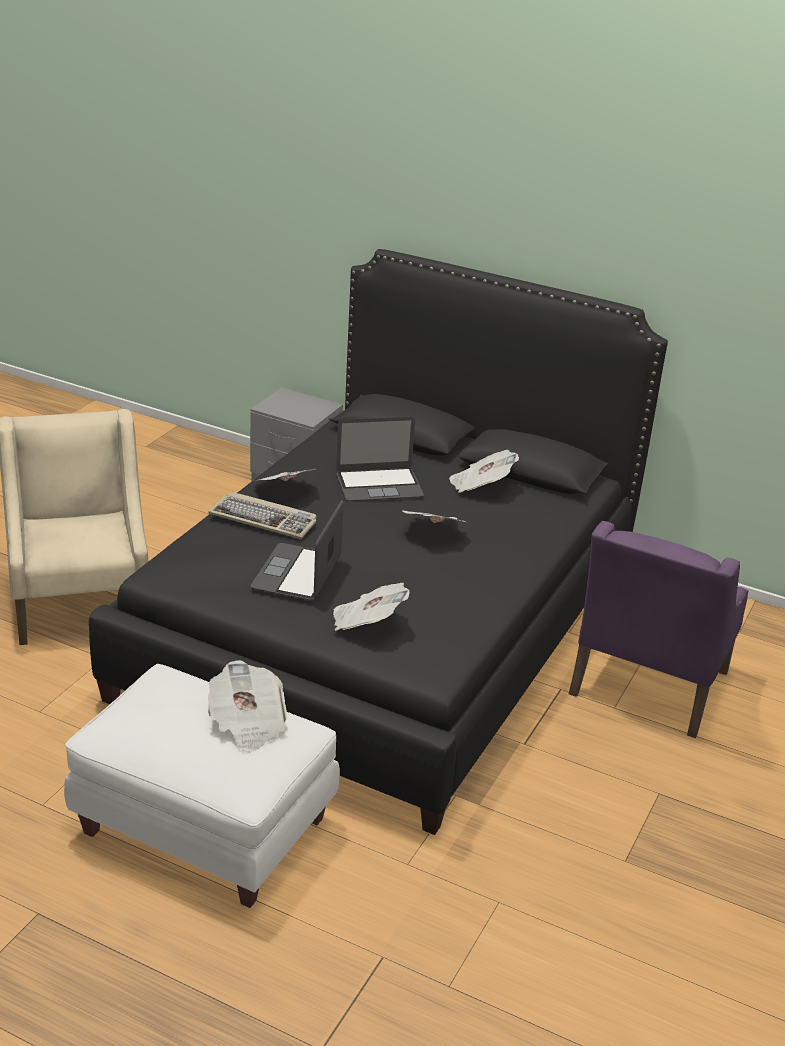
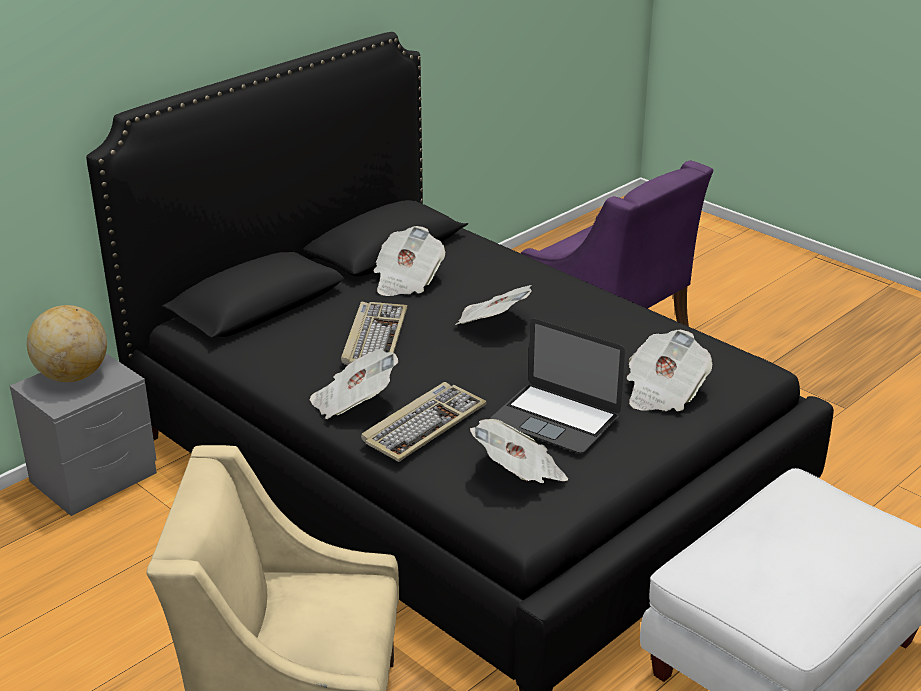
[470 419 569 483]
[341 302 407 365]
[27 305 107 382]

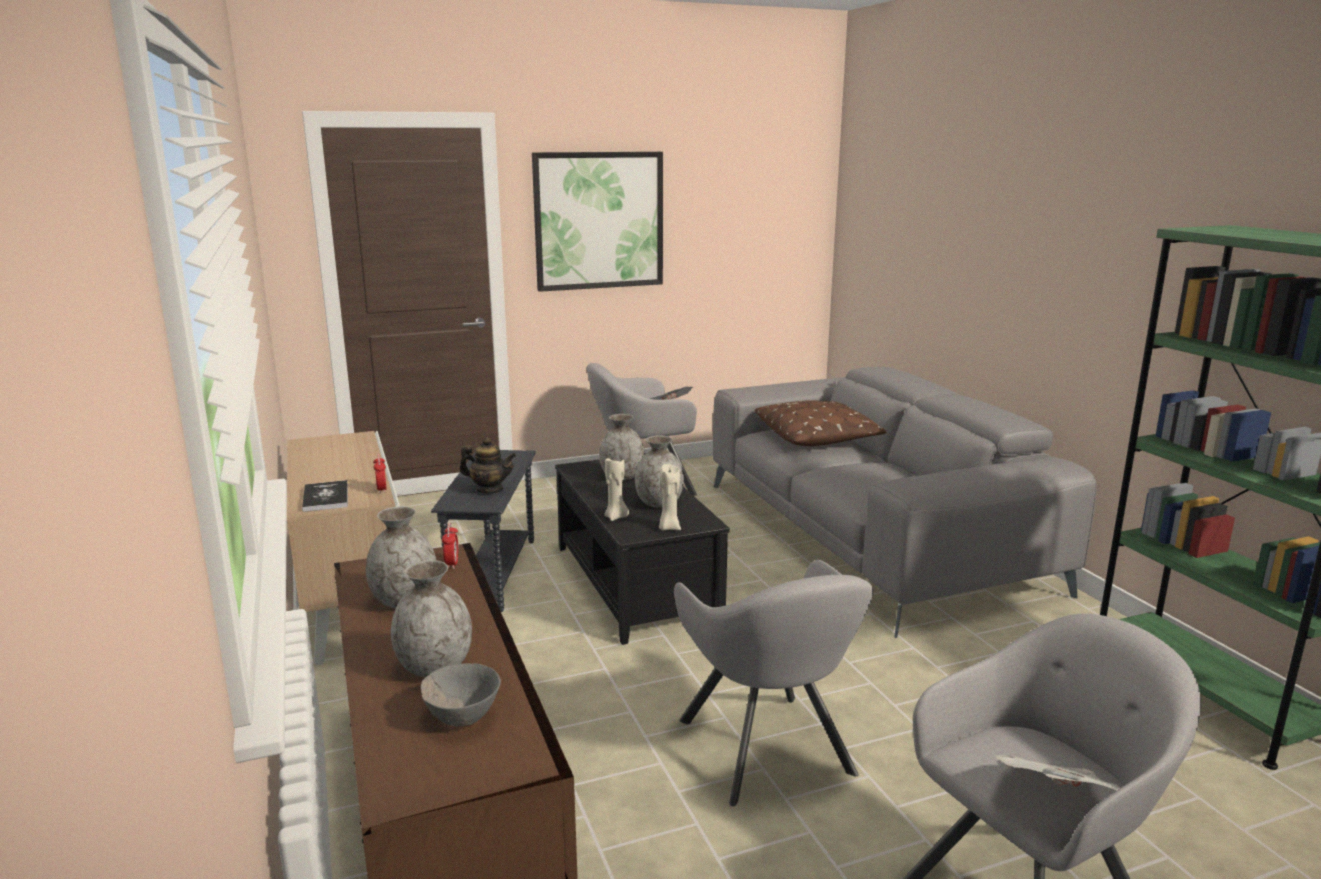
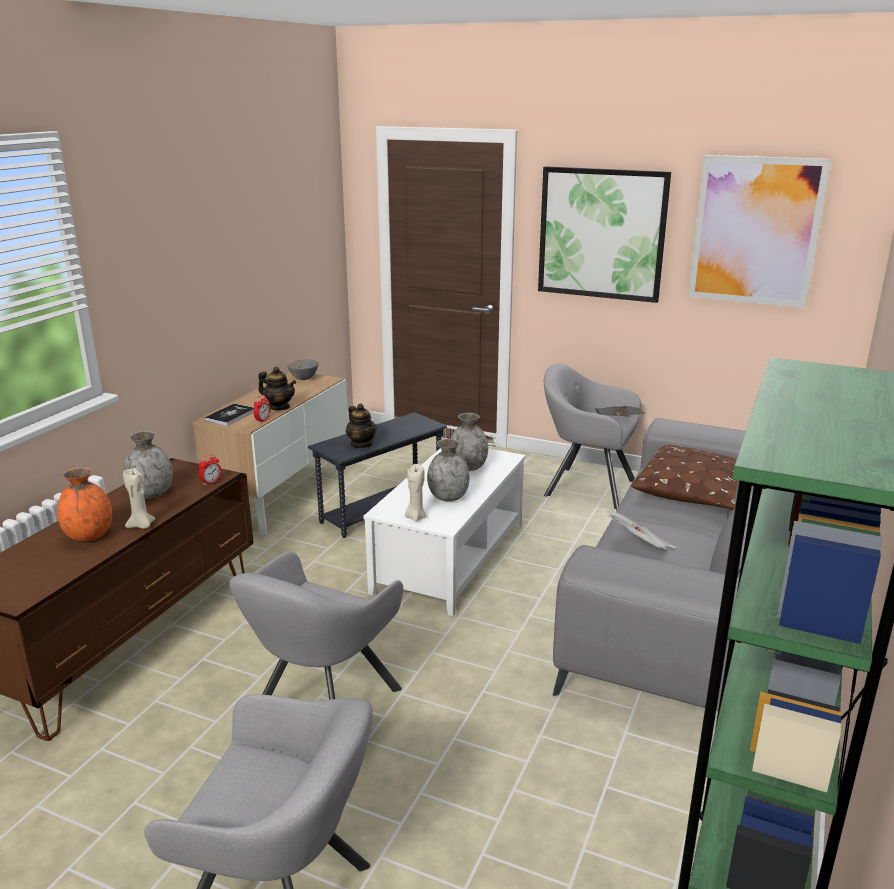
[57 467 112 542]
[287 359 319 380]
[363 448 526 616]
[123 468 156 529]
[606 511 676 549]
[258 367 296 410]
[688 155 831 308]

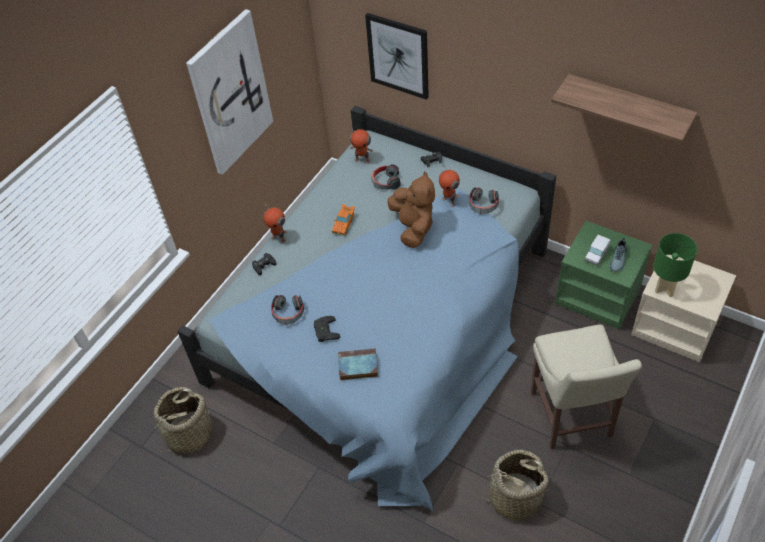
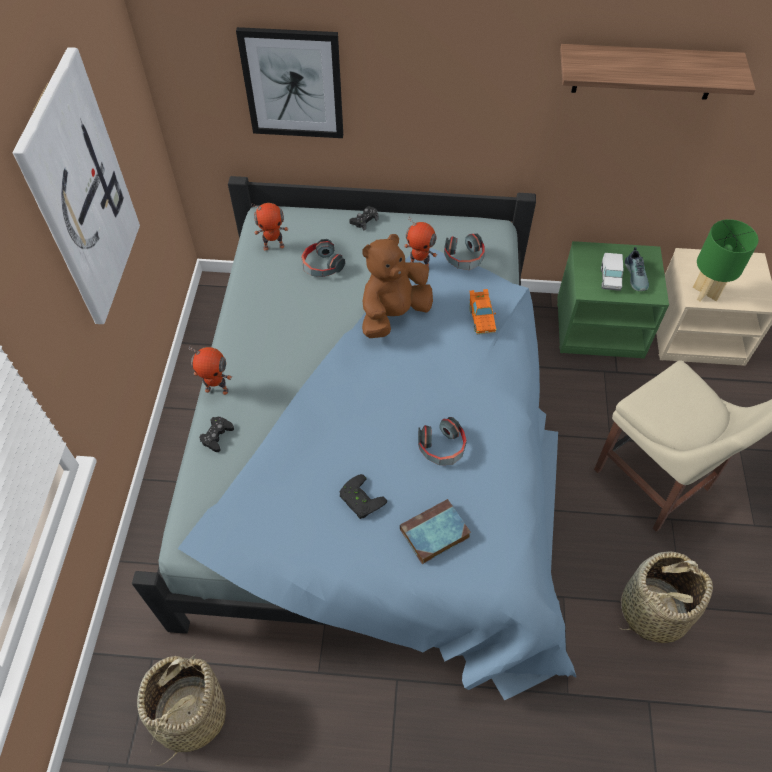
[418 417 467 465]
[469 289 497 335]
[362 234 433 338]

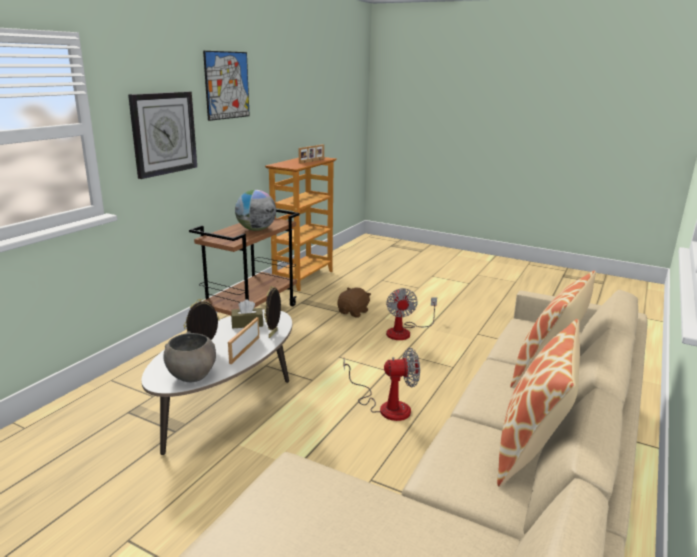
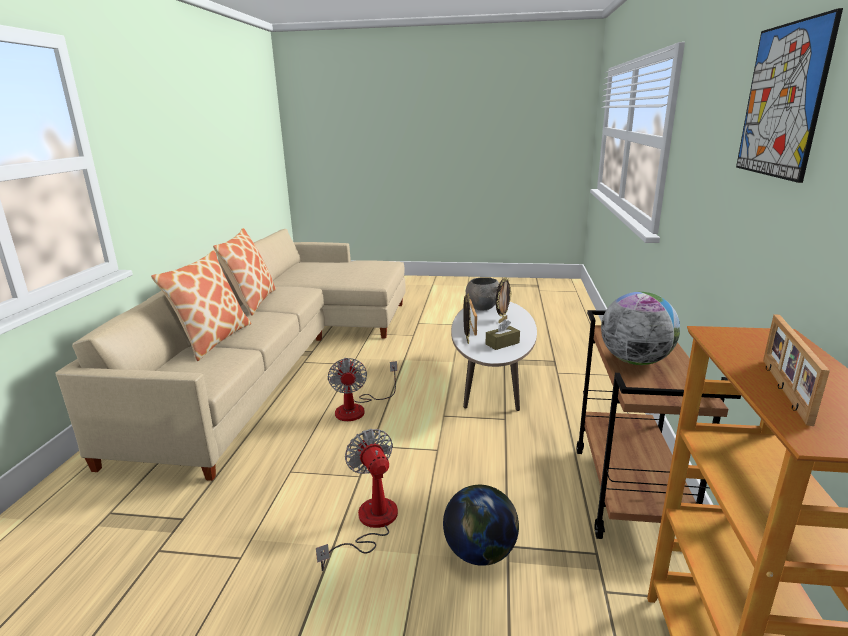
[128 92 197 179] (first image)
[443 485 519 566]
[328 358 397 421]

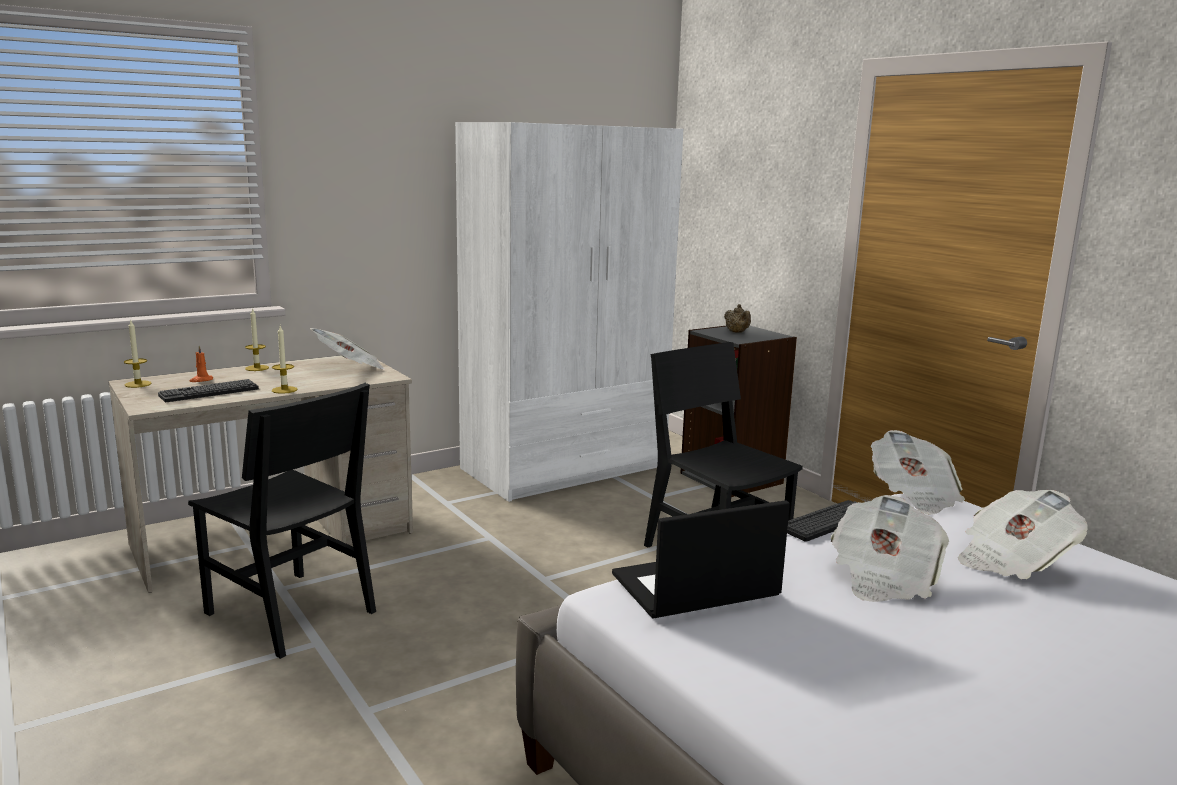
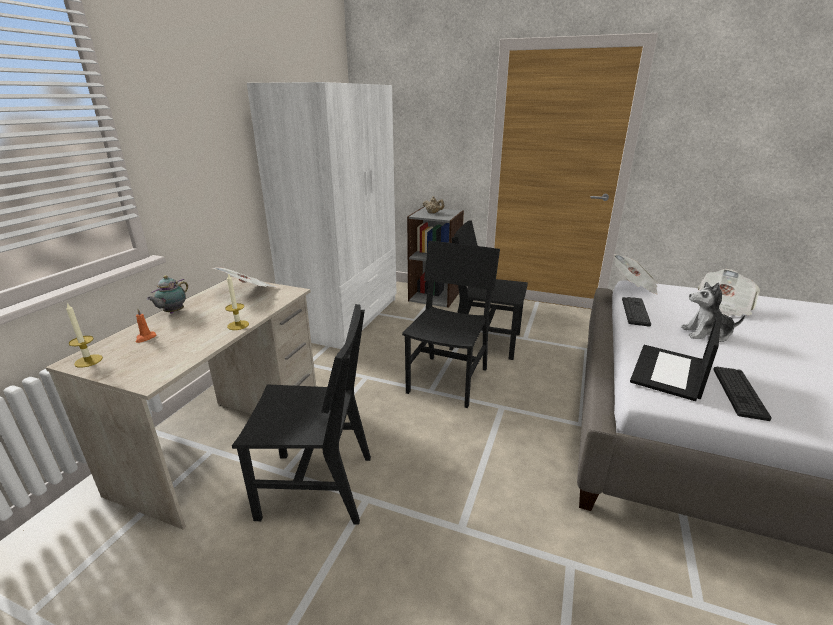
[713 366 772 421]
[147 275 188 314]
[681 282 745 342]
[402 241 500 408]

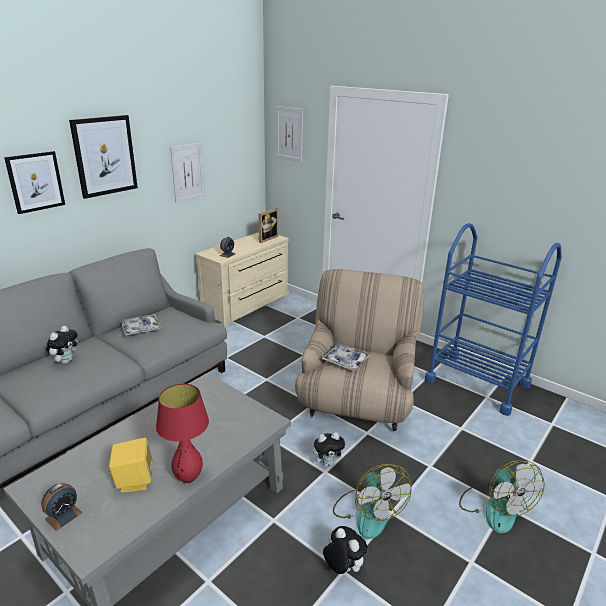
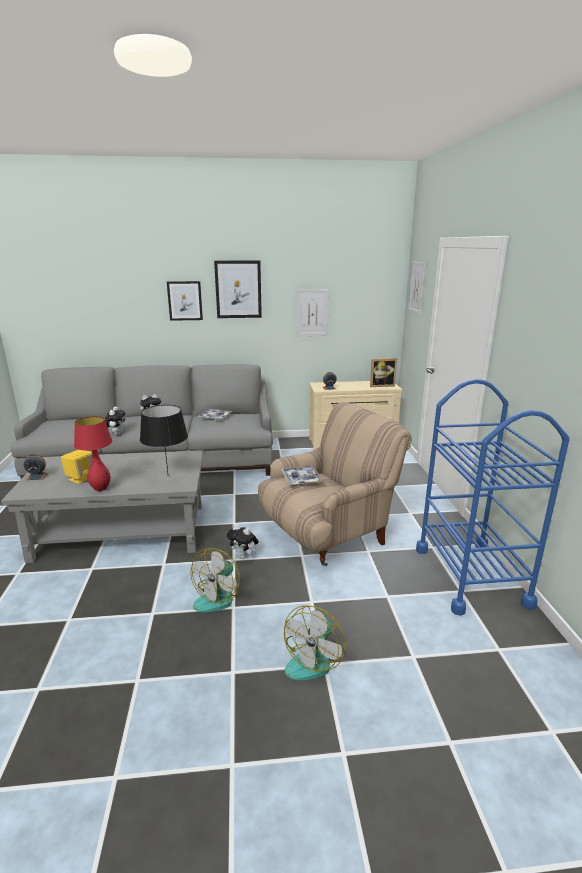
[105 407 125 435]
[140 405 188 473]

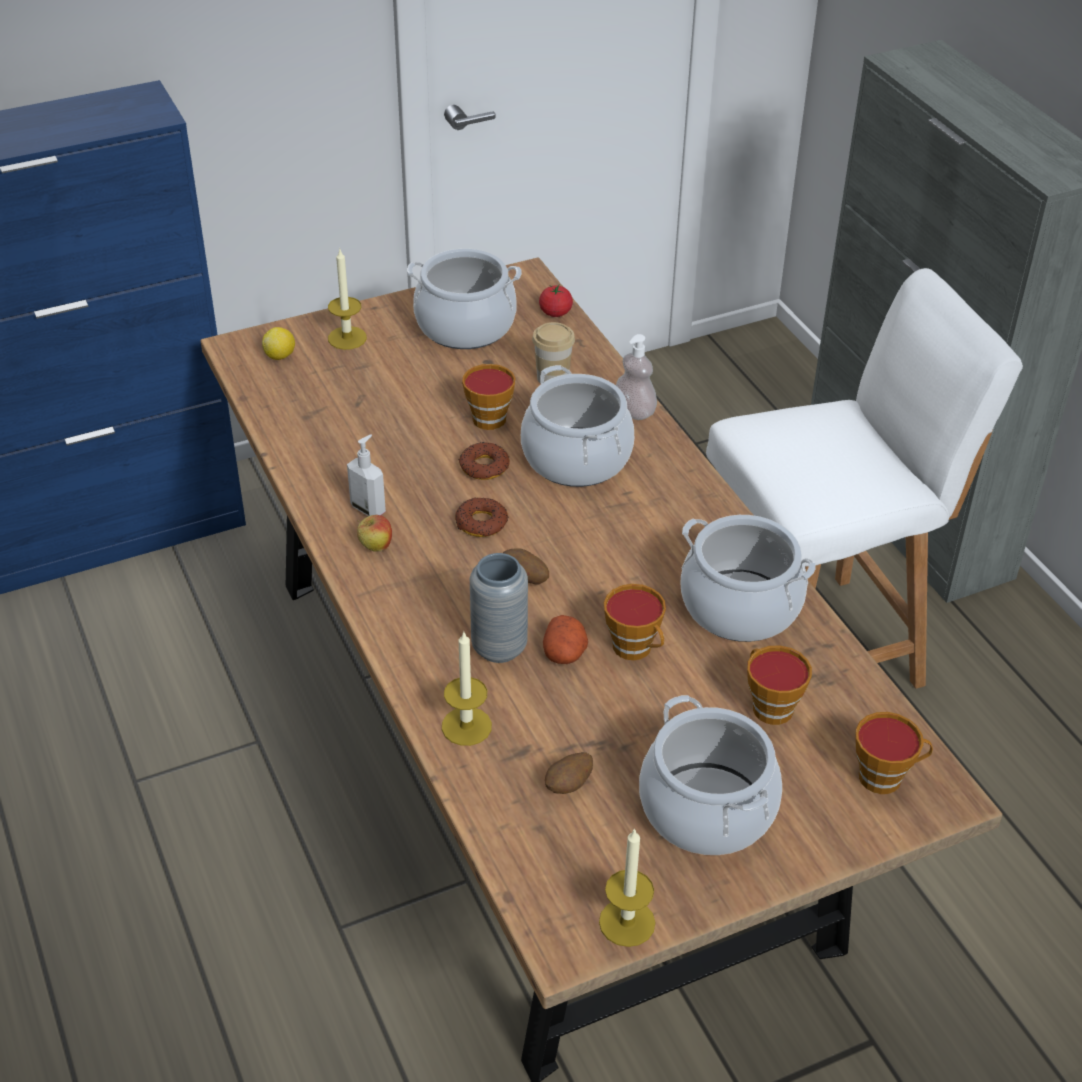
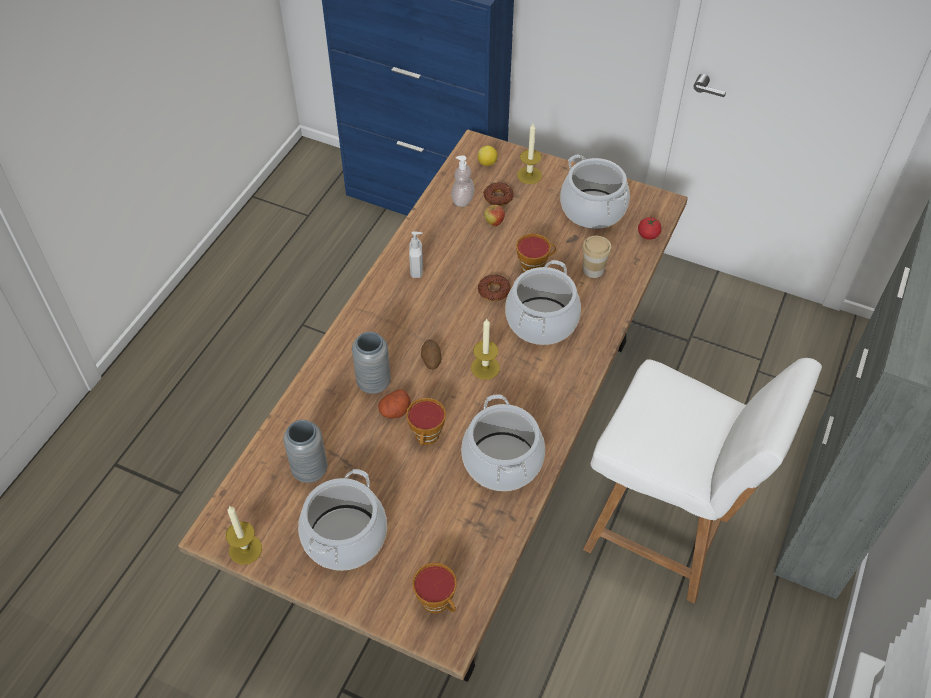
[484 203 505 227]
[471 319 500 380]
[484 182 514 206]
[283 420 328 483]
[451 155 474 207]
[747 646 812 725] (first image)

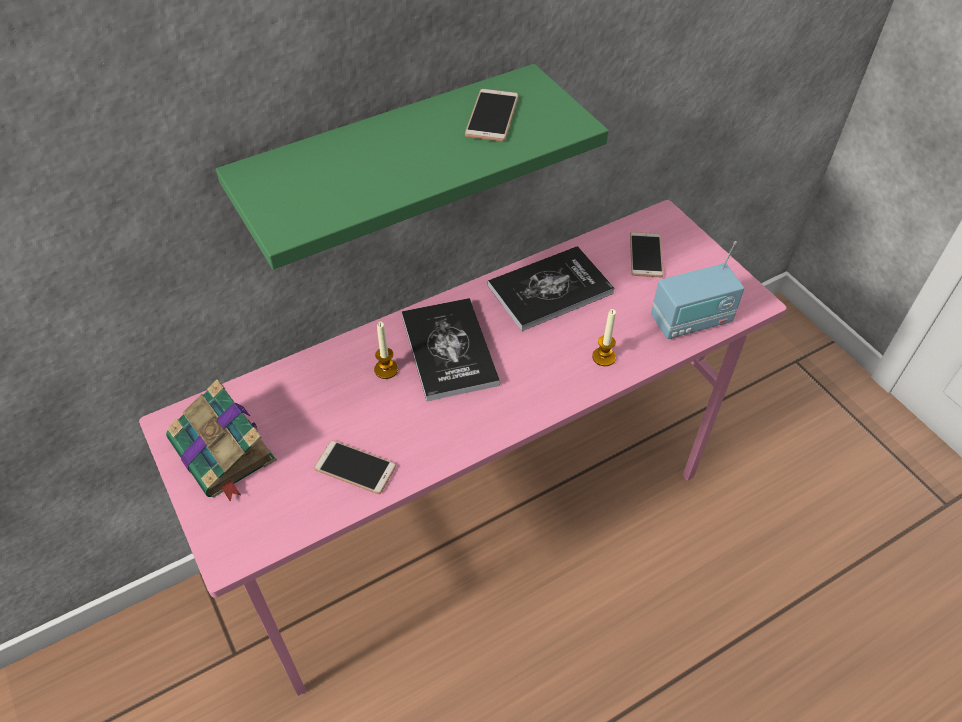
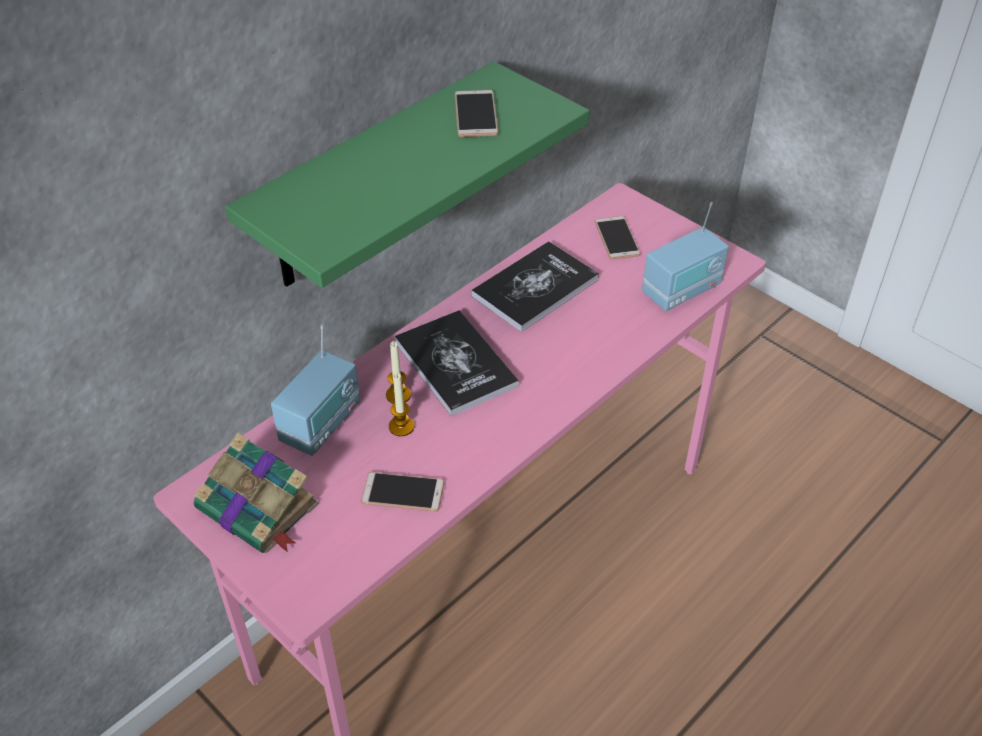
[389 373 414 436]
[271 325 360 456]

